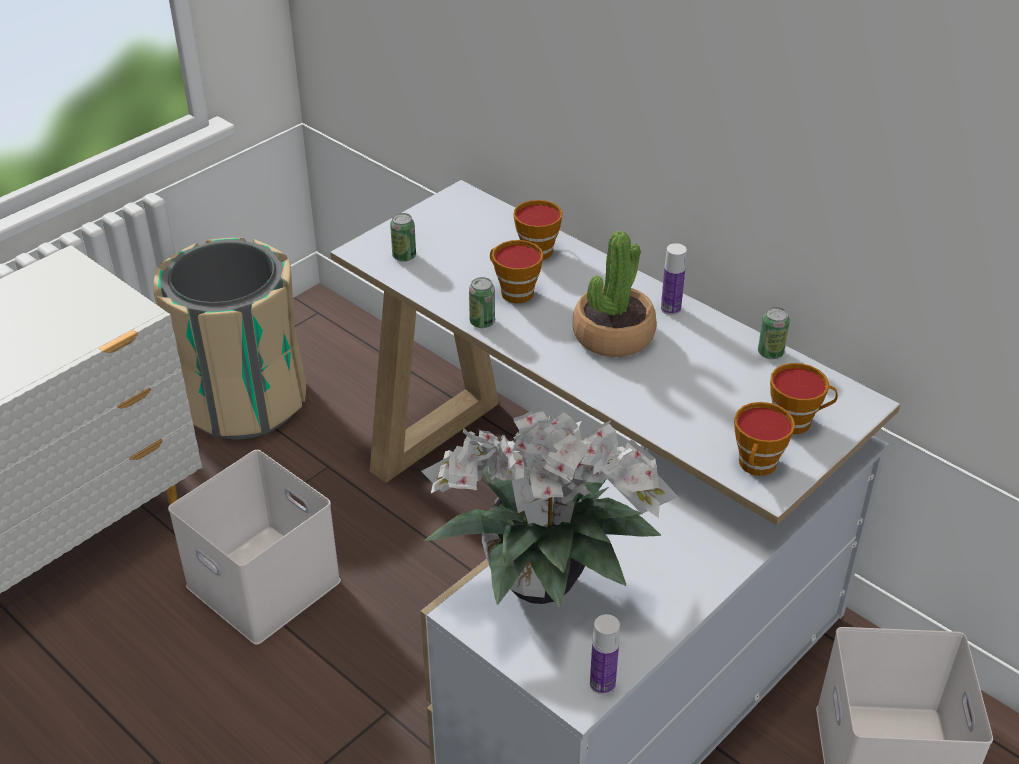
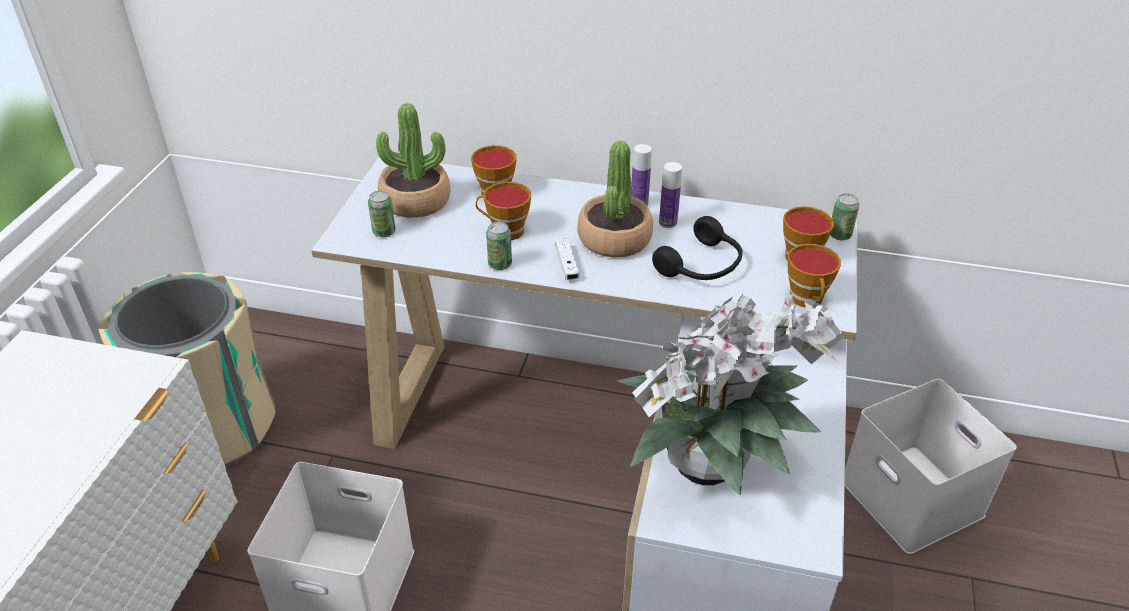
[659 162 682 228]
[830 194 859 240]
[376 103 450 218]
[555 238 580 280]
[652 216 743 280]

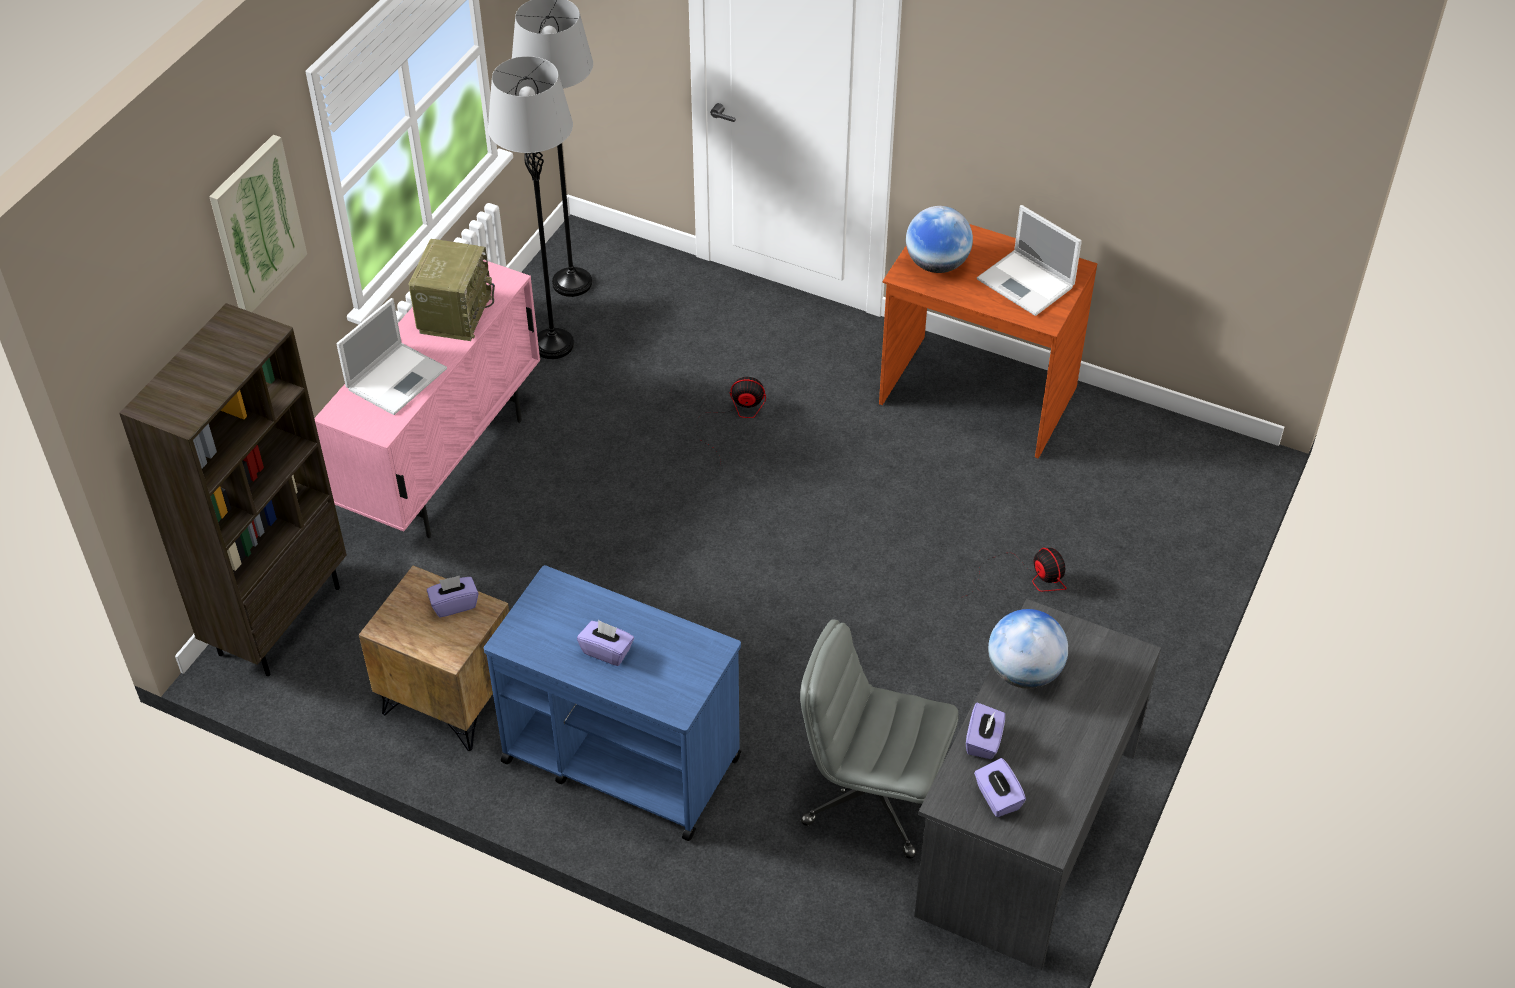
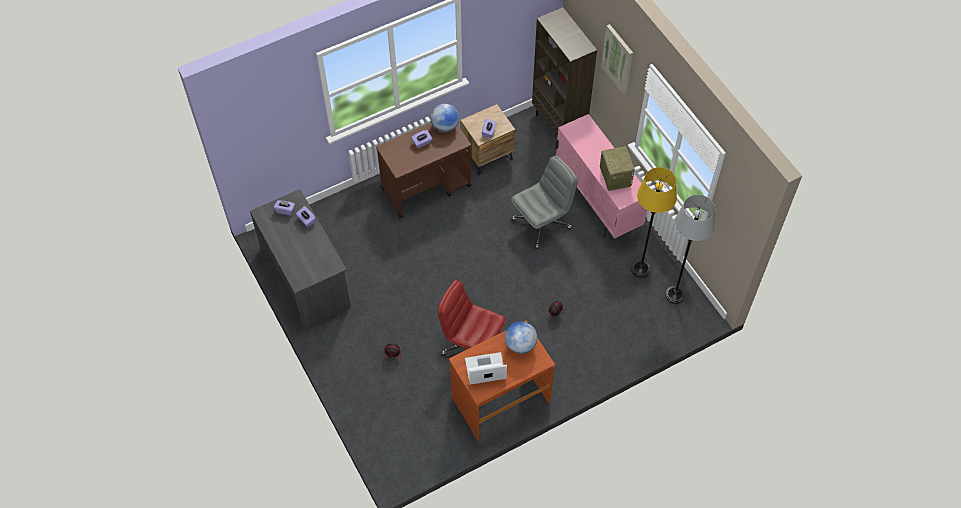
[336 298 447 415] (first image)
[600 146 635 191]
[376 123 471 218]
[631 167 677 278]
[511 156 578 249]
[431 104 459 133]
[438 280 506 356]

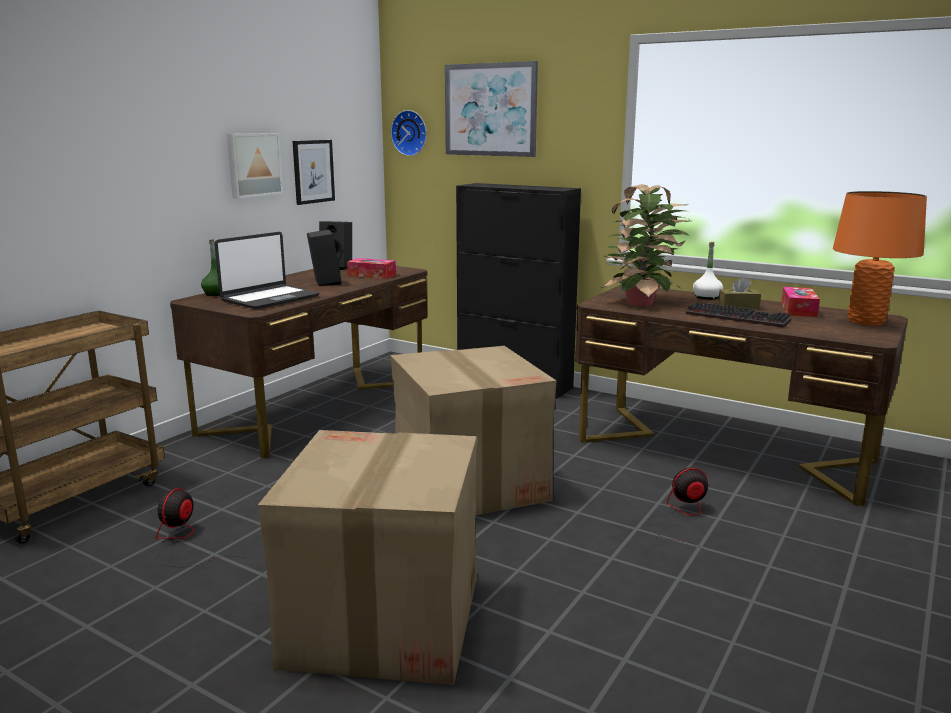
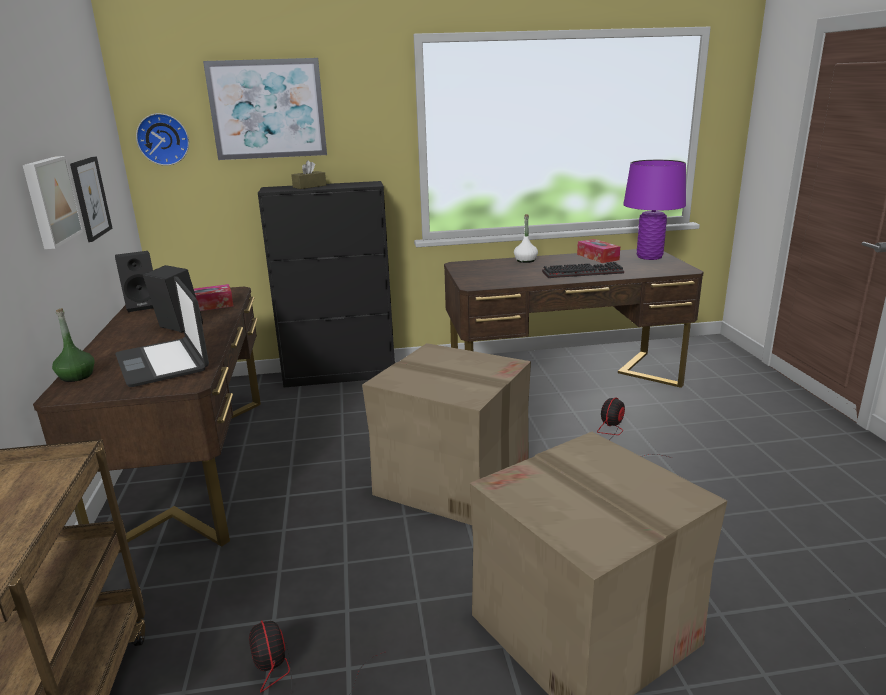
[115 276 209 387]
[601 184 689 306] (first image)
[291 160 326 189]
[623 160 686 260]

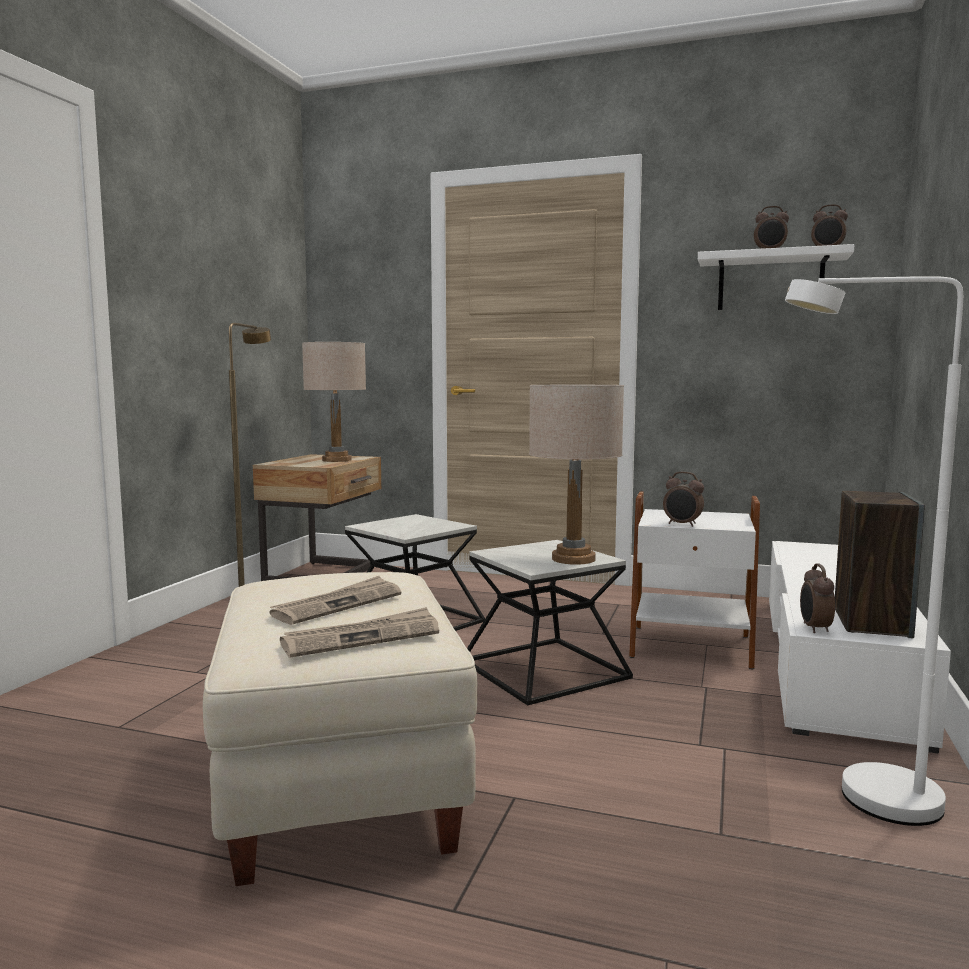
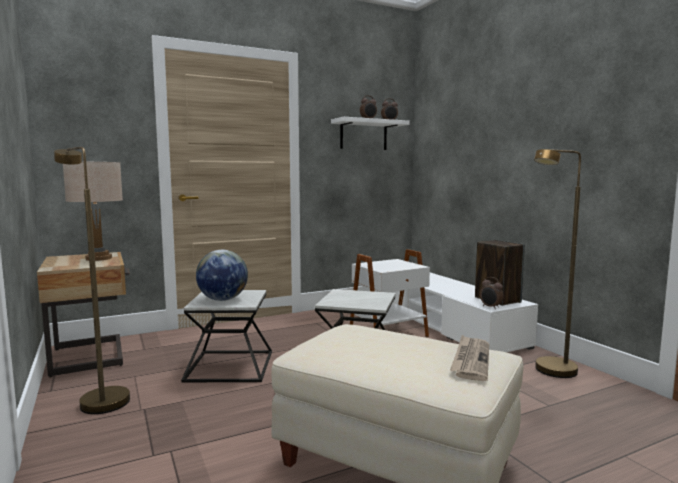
[270 576 401 625] (first image)
[529 385 624 565] (first image)
[663 472 704 527] (first image)
[534 149 581 378]
[196 250 248 301]

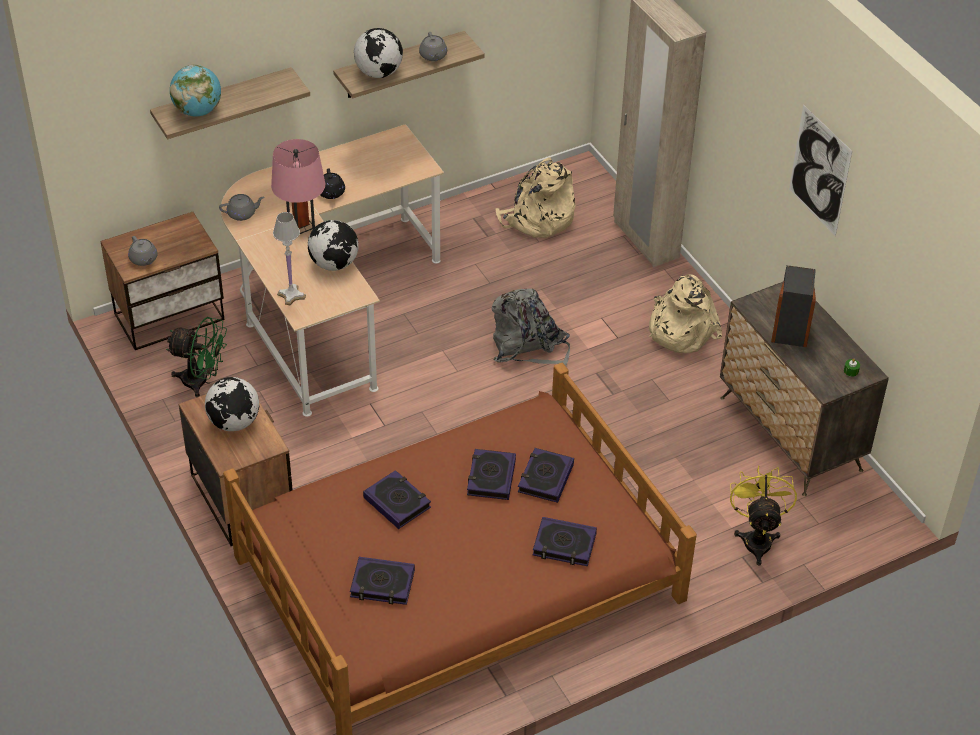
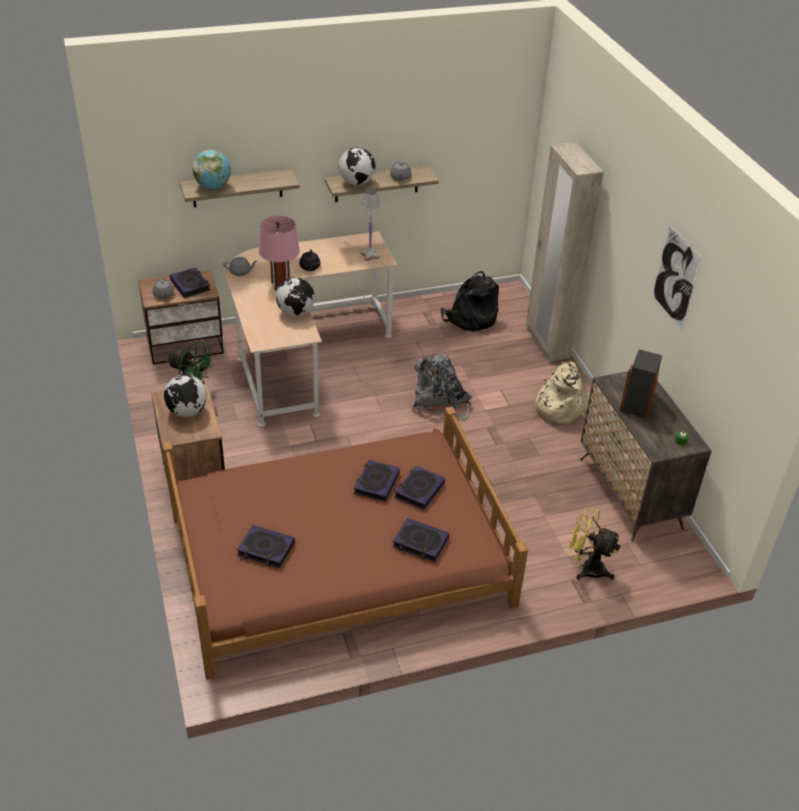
[361 189 381 261]
[170 267 210 298]
[441 271 499 332]
[567 507 621 580]

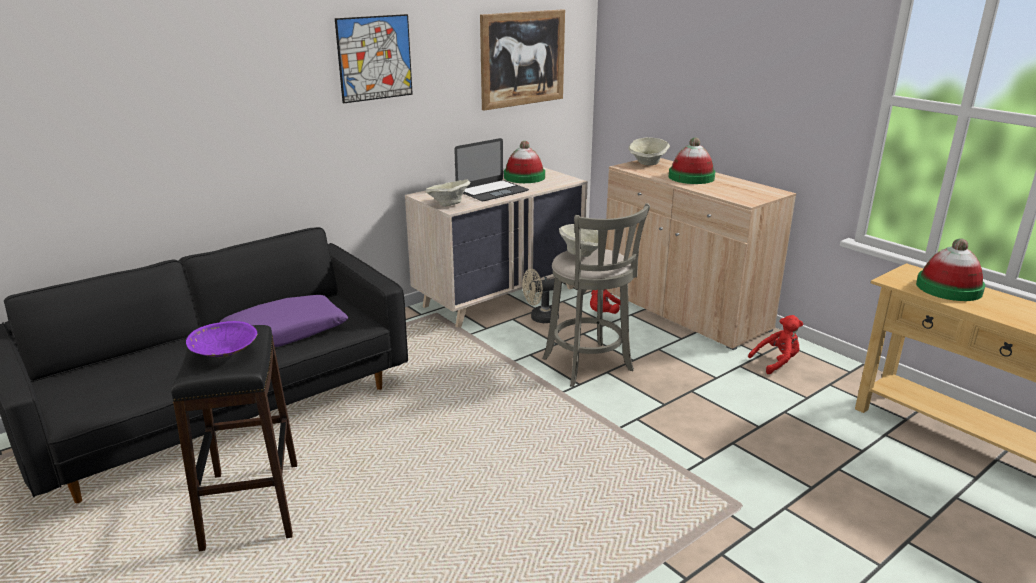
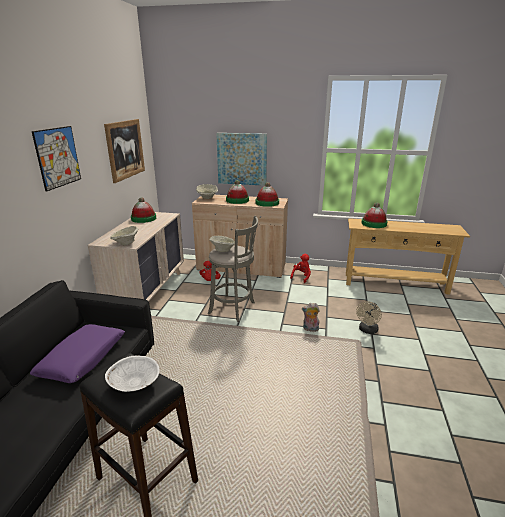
[105 356 160 392]
[454 138 529 201] (first image)
[356 301 382 334]
[216 133 267 186]
[256 182 279 207]
[302 303 320 332]

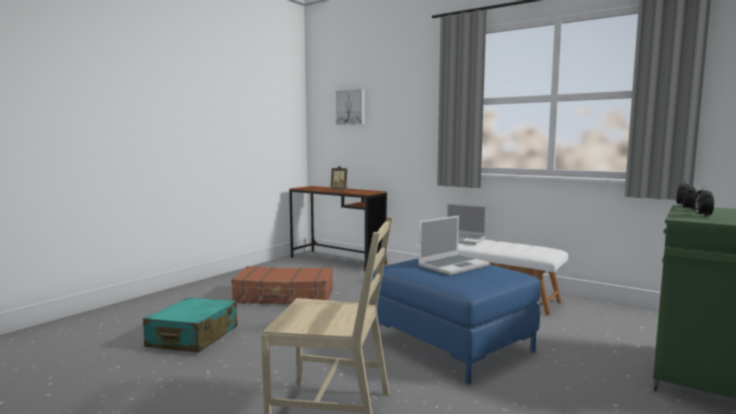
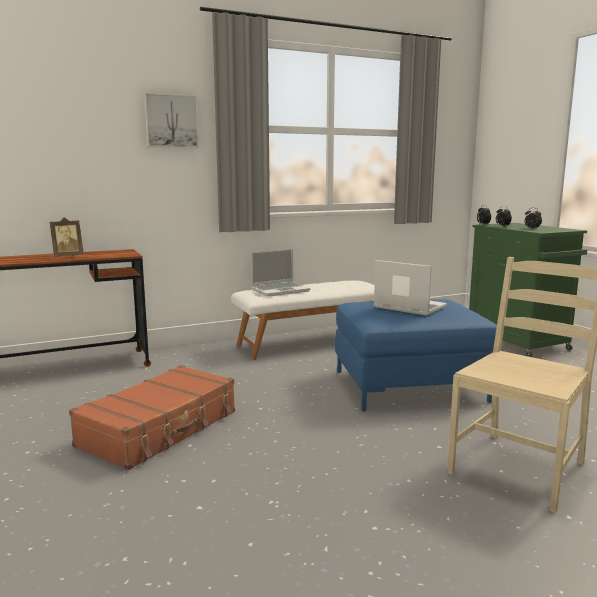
[143 298 238 352] (first image)
[144 93 199 148]
[373 260 447 316]

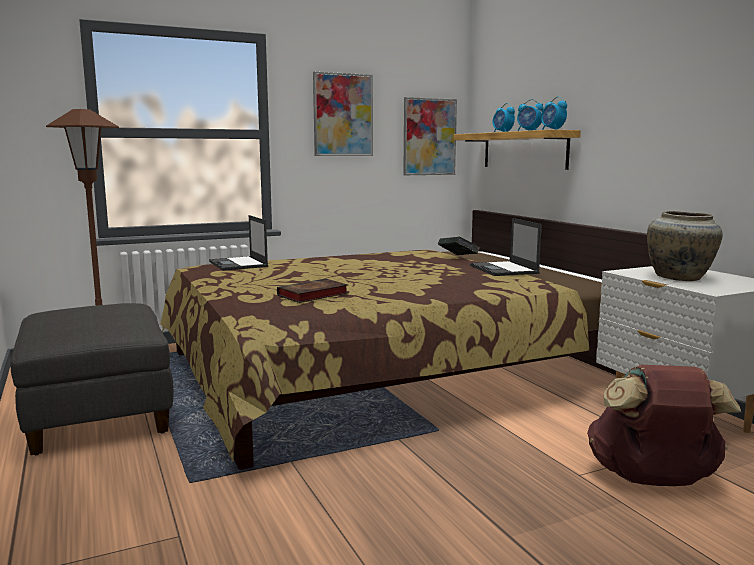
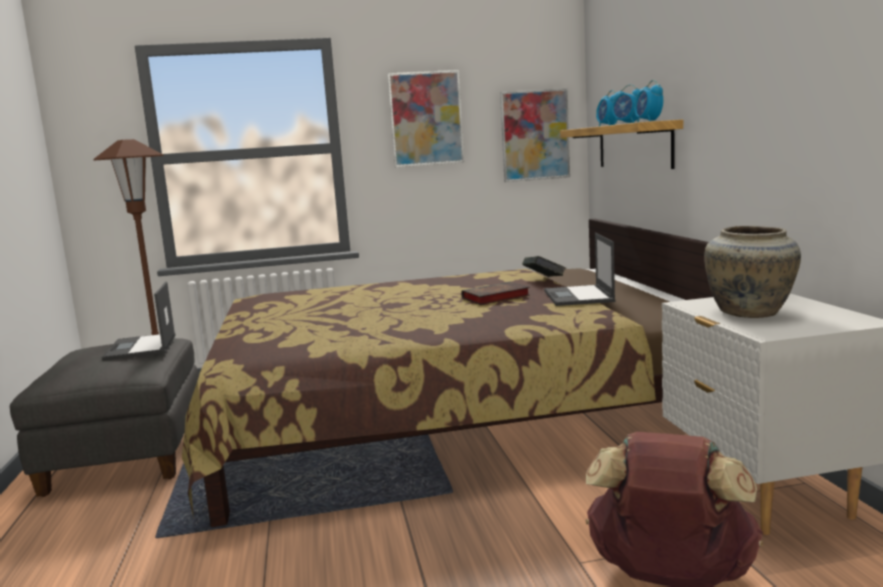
[102 282 176 361]
[461 282 530 305]

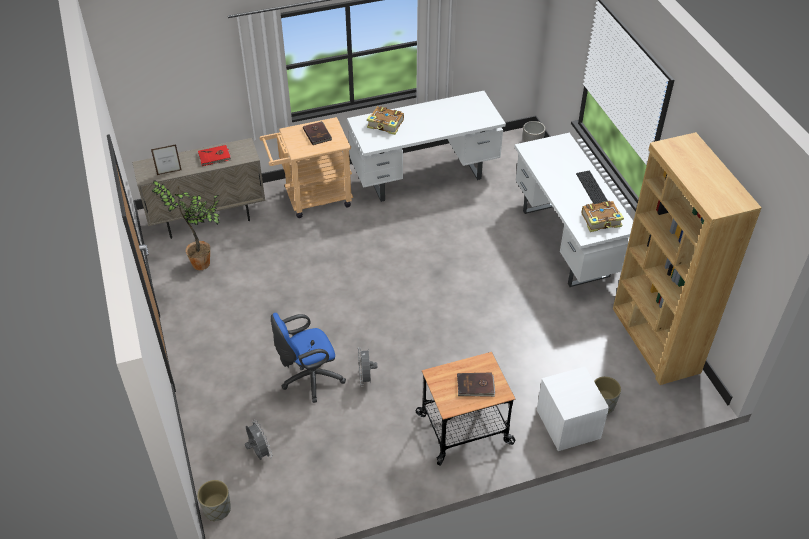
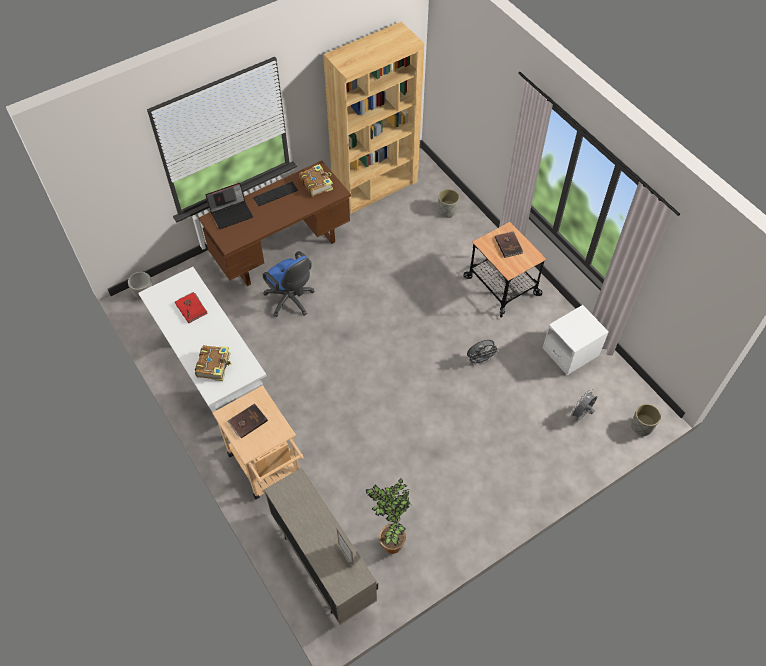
[175 292 208 323]
[263 251 314 317]
[199 160 351 286]
[542 305 609 375]
[206 183 253 229]

